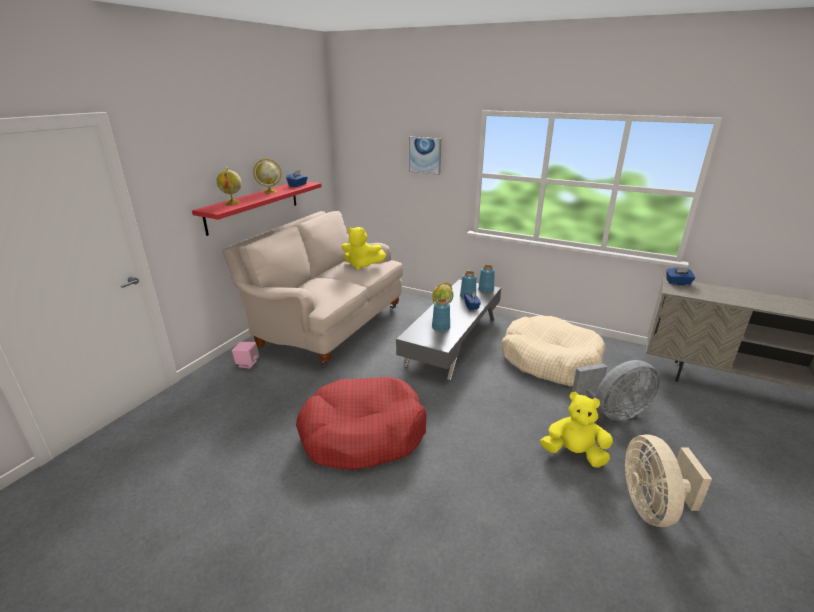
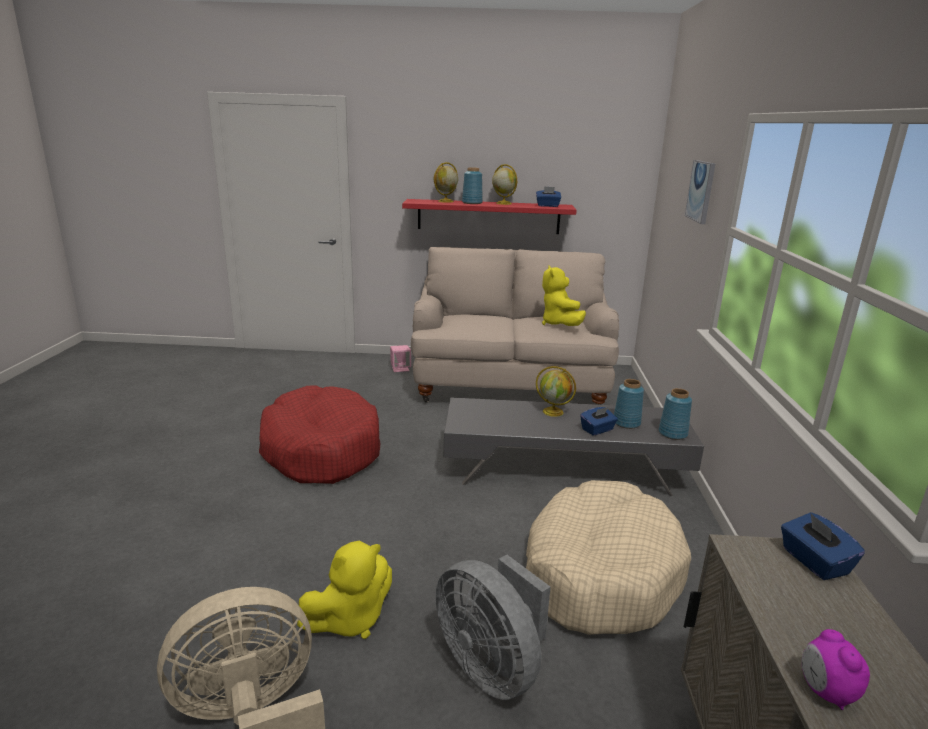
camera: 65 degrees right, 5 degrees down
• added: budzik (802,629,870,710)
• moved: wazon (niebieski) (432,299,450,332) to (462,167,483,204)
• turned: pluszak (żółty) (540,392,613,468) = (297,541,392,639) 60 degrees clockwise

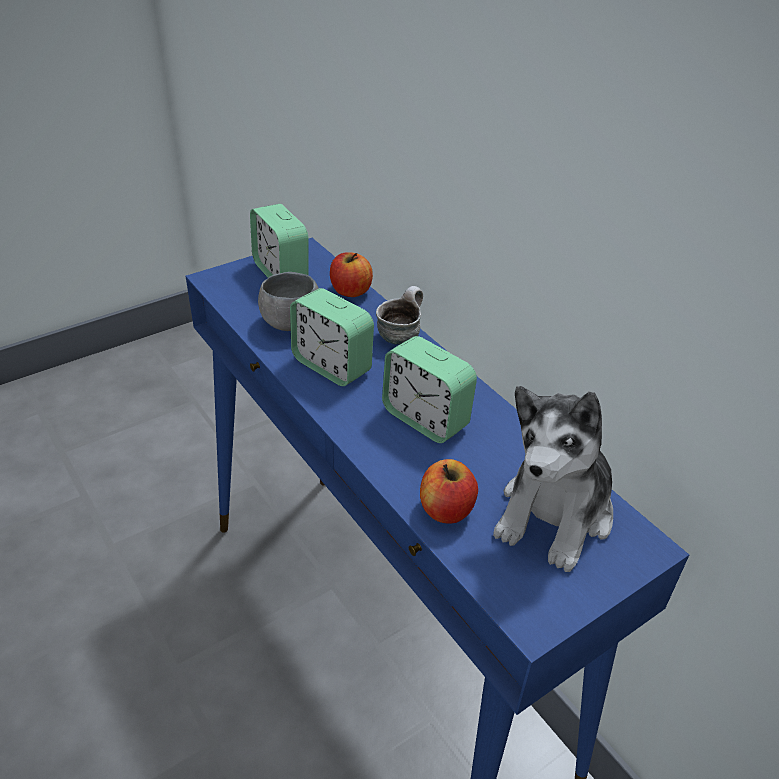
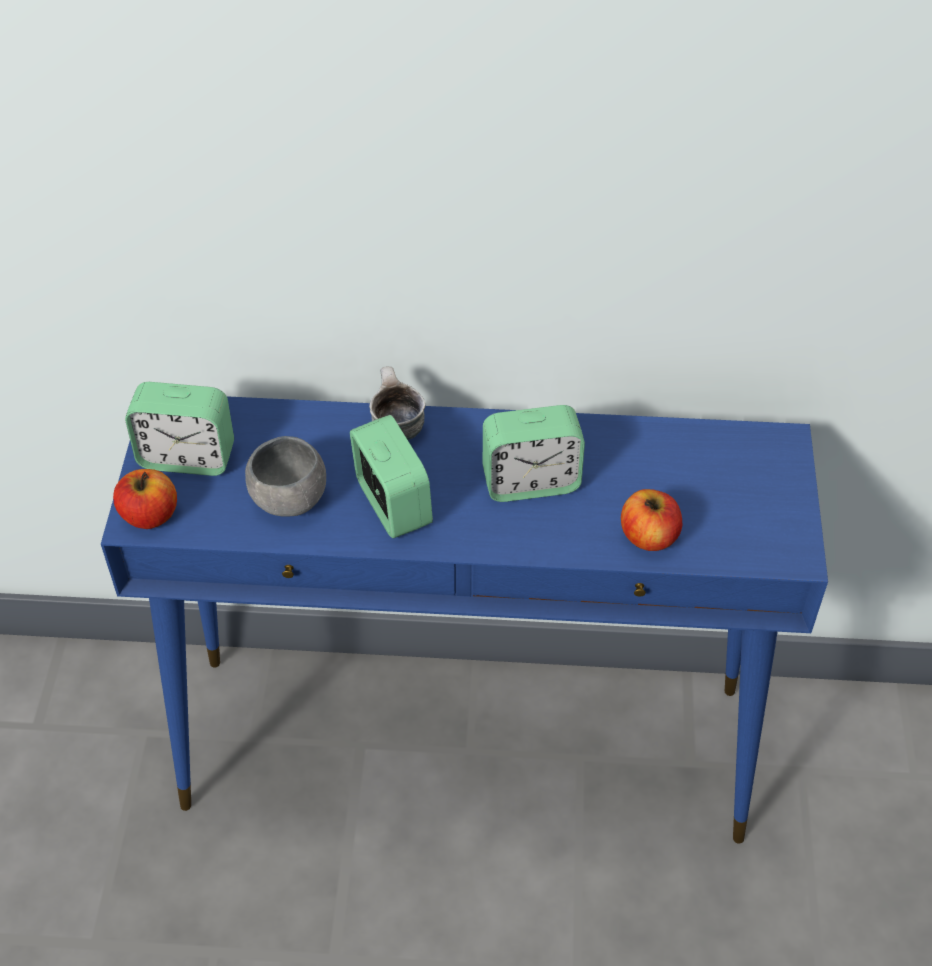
camera: 50 degrees left, 10 degrees up
• removed: pluszak (493,386,613,572)
• moved: jabłko (330,252,373,297) to (113,469,177,529)
• turned: budzik (290,288,374,386) = (350,415,433,538) 105 degrees counterclockwise

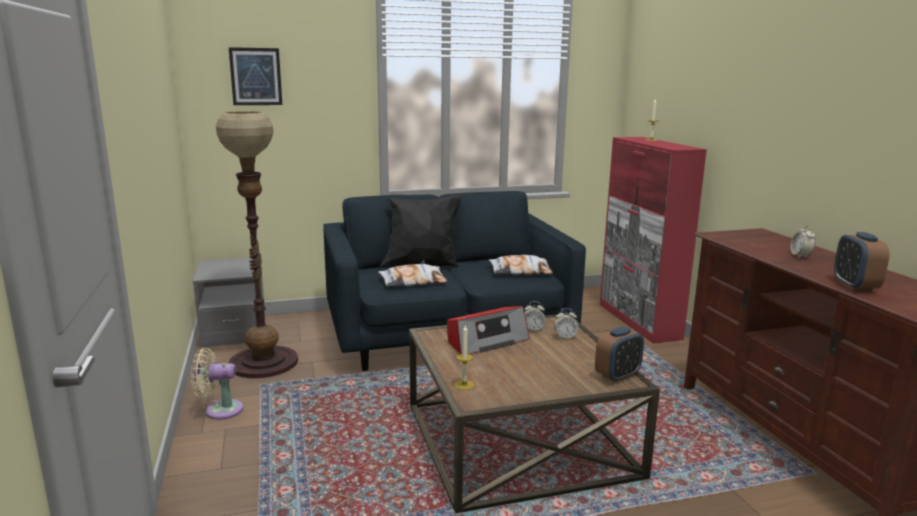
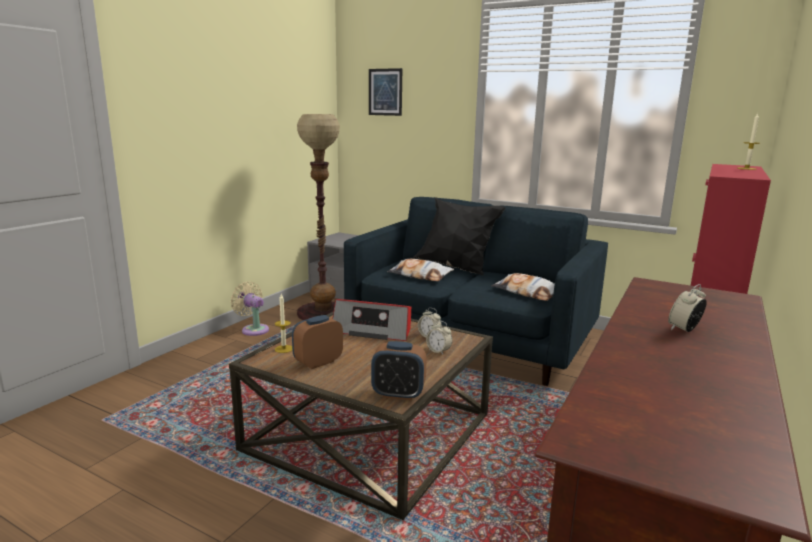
camera: 45 degrees right, 0 degrees up
• moved: budzik (834,232,889,291) to (292,315,343,369)

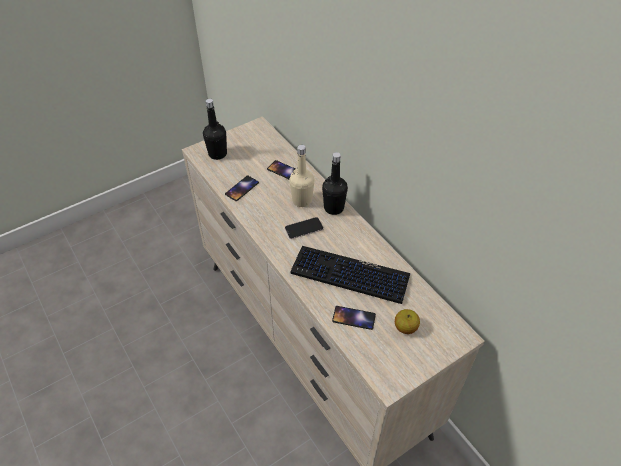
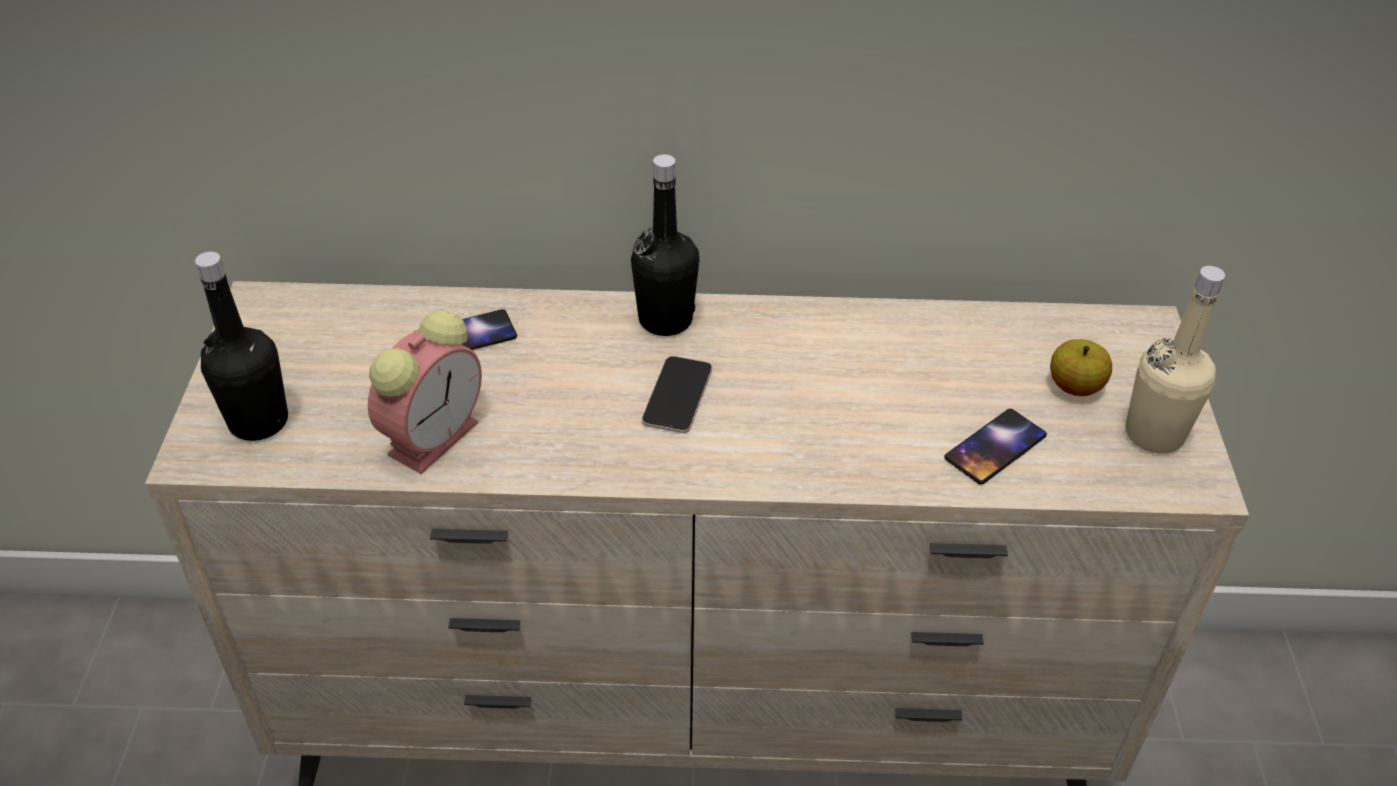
camera: 55 degrees left, 5 degrees down
• removed: klawiatura (291,246,411,304)
• moved: butelka (beżowy) (289,145,315,207) to (1125,266,1225,454)
• replaced: telefon (225,175,259,201) to budzik (368,310,482,474)

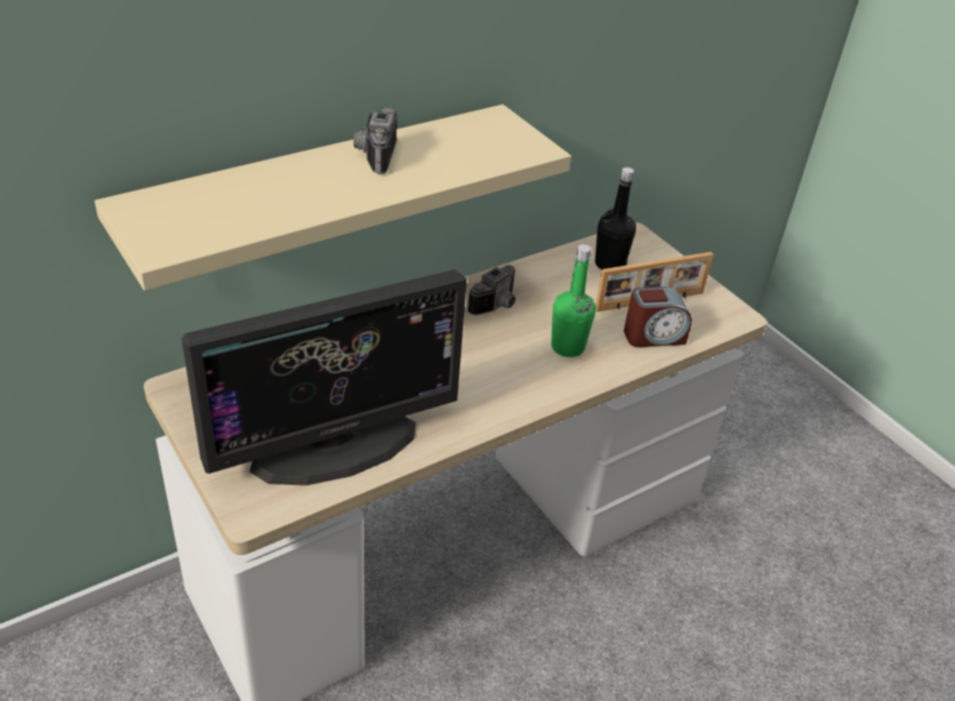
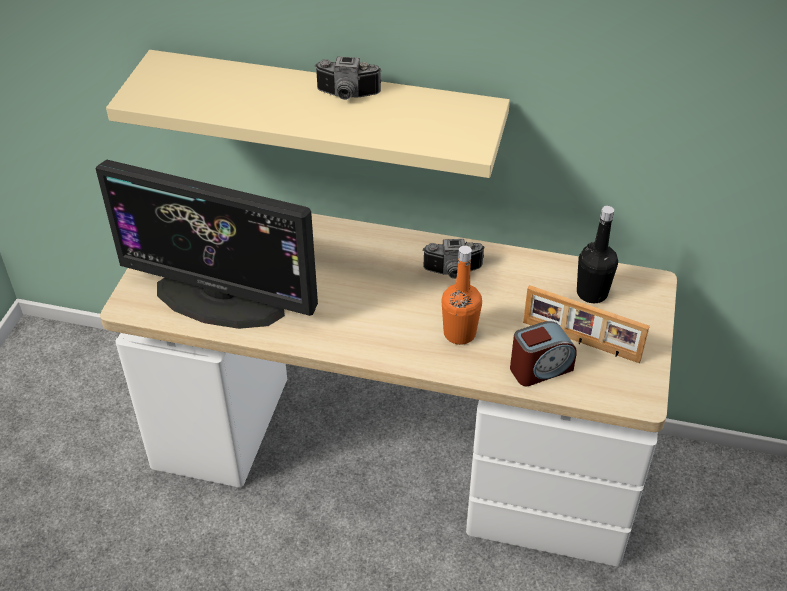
camera: 50 degrees right, 5 degrees up
• recoloured: butelka (zielony) (551,244,596,357) to butelka (pomarańczowy) (441,246,482,345)
• turned: aparat fotograficzny (354,108,397,175) = (314,56,382,100) 135 degrees counterclockwise
• turned: budzik (624,287,692,347) = (510,321,577,386) 60 degrees counterclockwise

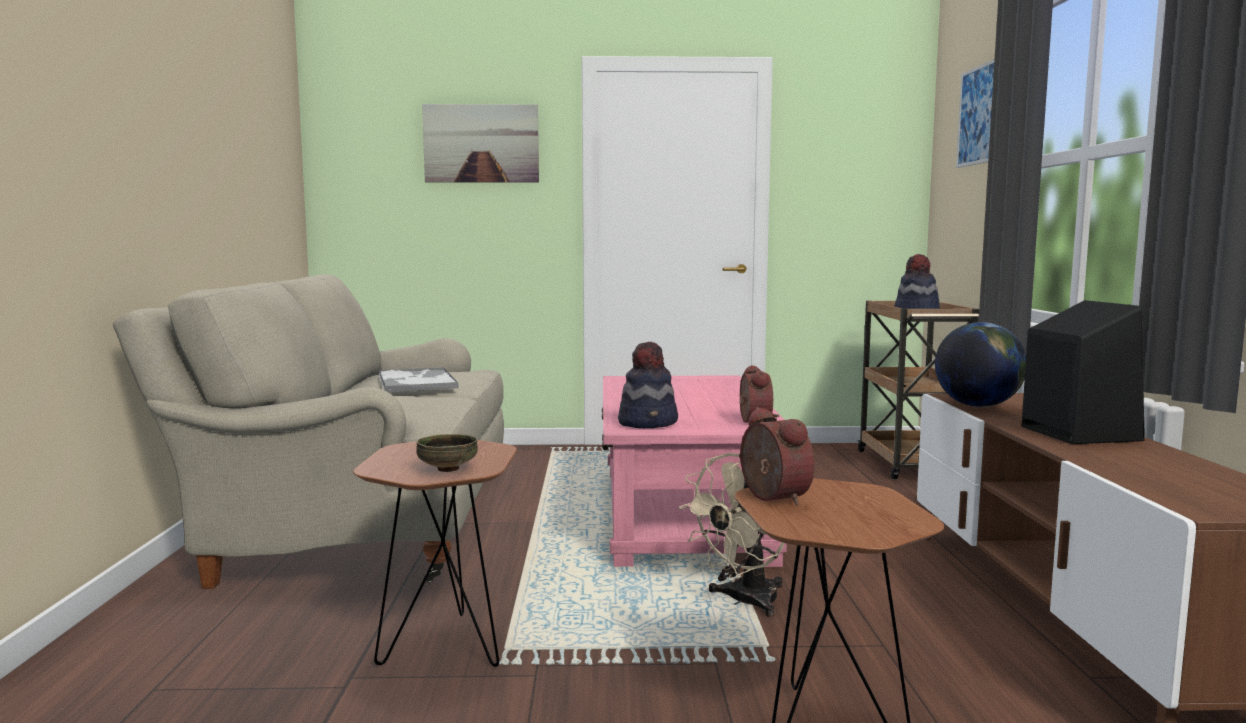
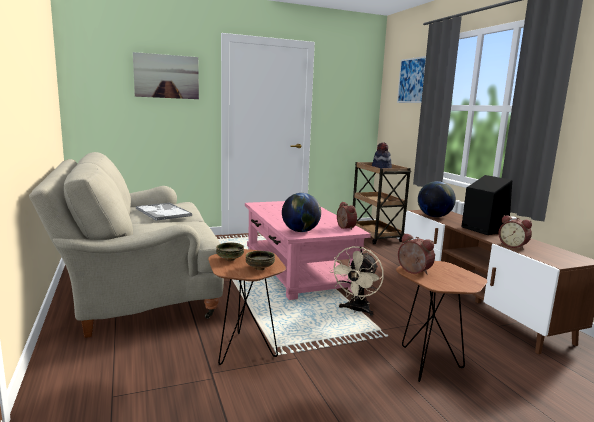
camera: 20 degrees left, 5 degrees up
• added: miska (216,242,244,261)
• added: budzik (498,215,532,250)
• replaced: kapelusz (618,342,678,428) to globus (282,193,321,232)

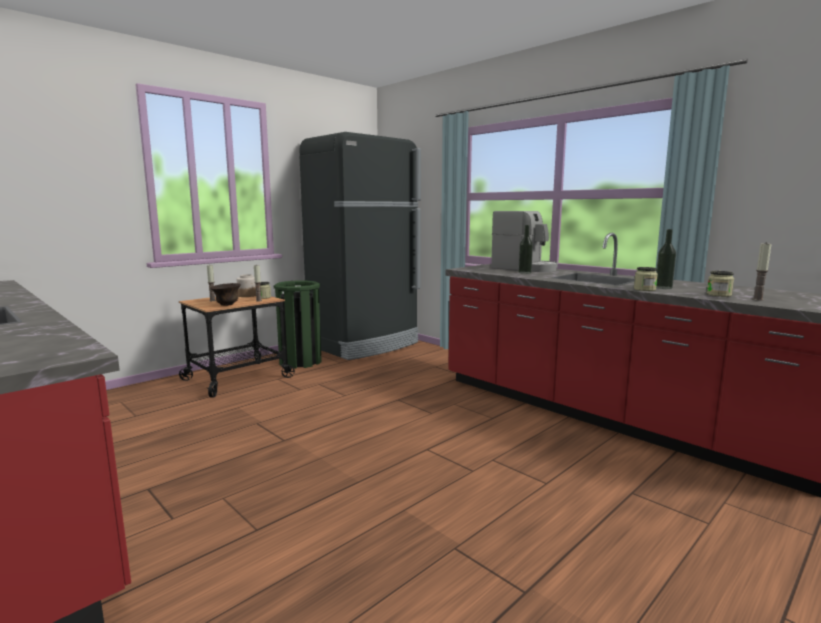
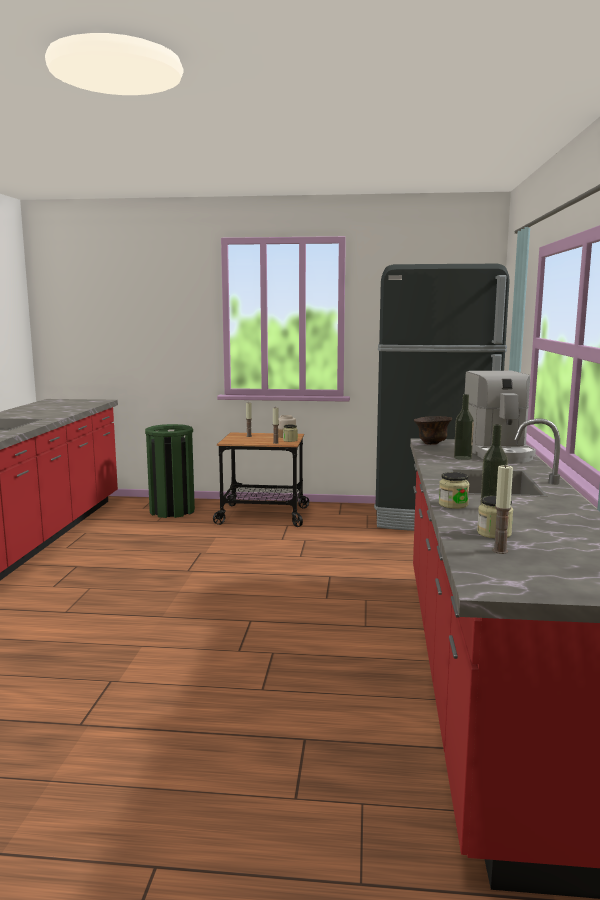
camera: 50 degrees right, 0 degrees up
• moved: miska (brązowy) (210,283,241,306) to (414,416,452,445)
• moved: kosz na śmieci (zielony) (274,280,322,369) to (145,424,195,518)

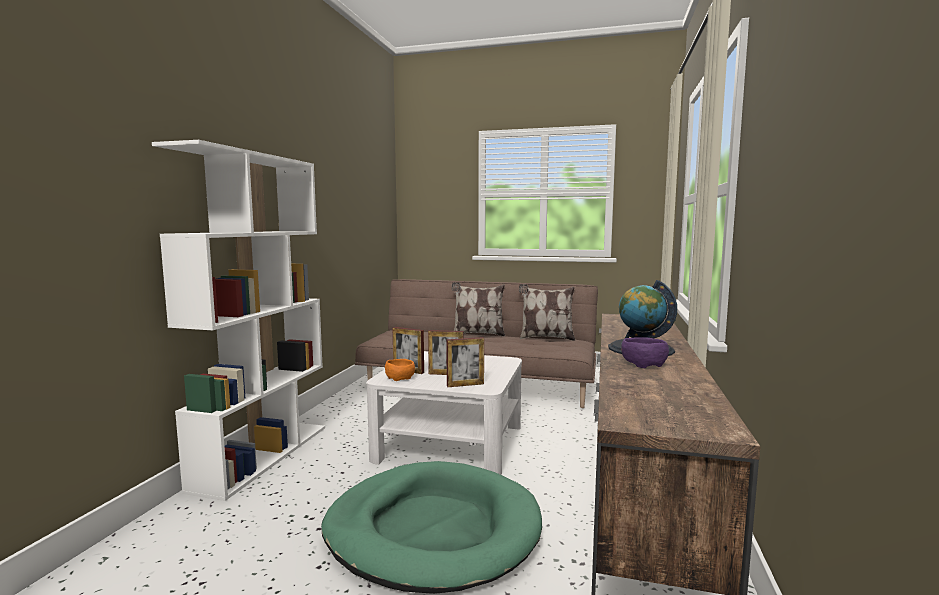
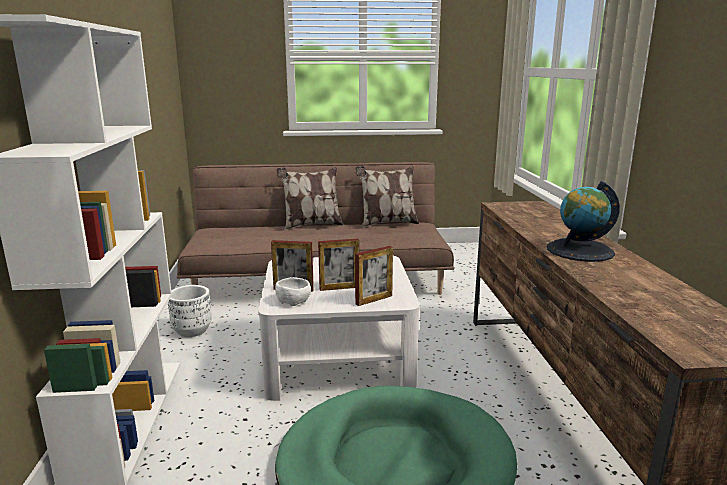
camera: 20 degrees left, 10 degrees up
• removed: miska (fioletowy) (621,337,669,368)
• added: donica (biały) (168,285,212,337)
• recoloured: miska (pomarańczowy) (385,359,415,381) to miska (biały) (275,277,311,306)

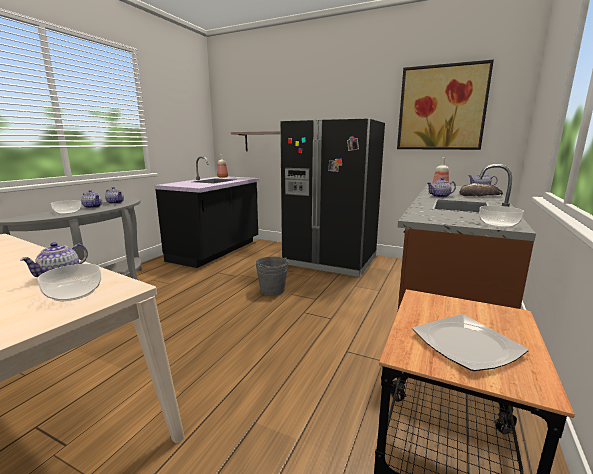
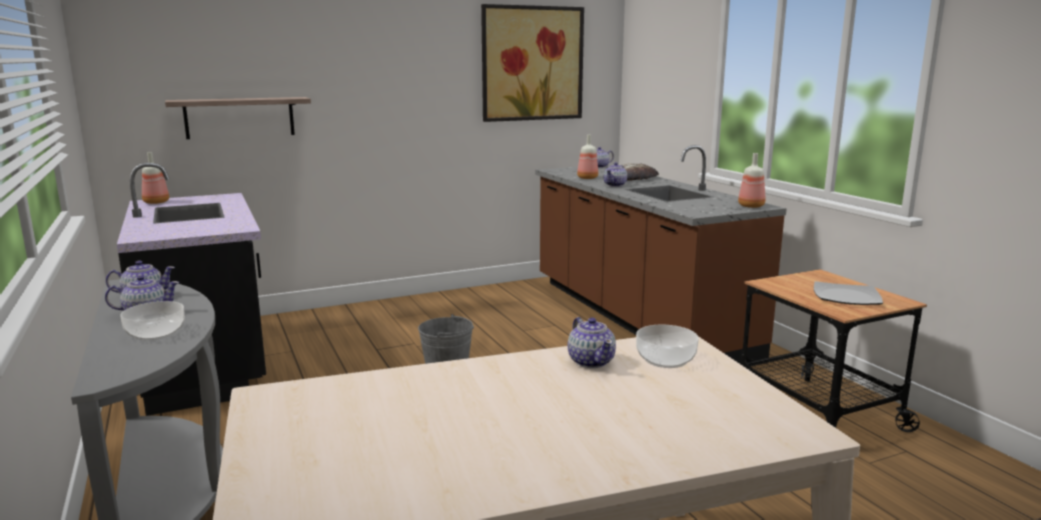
camera: 50 degrees left, 0 degrees up
• removed: lodówka (czarny) (280,118,385,277)
• replaced: miska (479,206,524,228) to butelka (738,153,765,208)

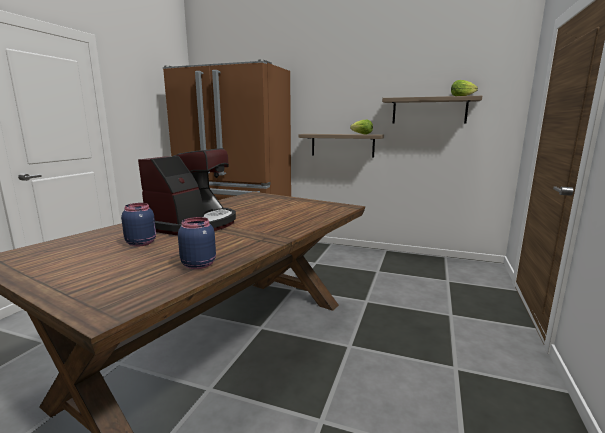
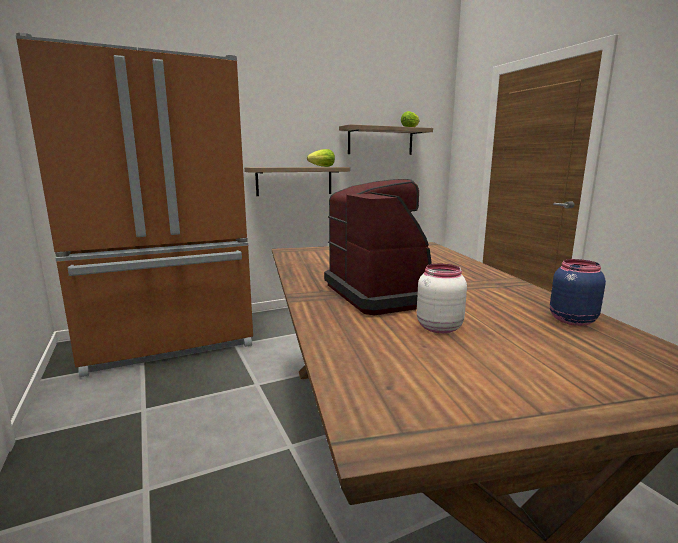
camera: 45 degrees left, 0 degrees up
• recoloured: słoik (niebieski) (121,203,156,247) to słoik (biały) (417,264,467,333)

